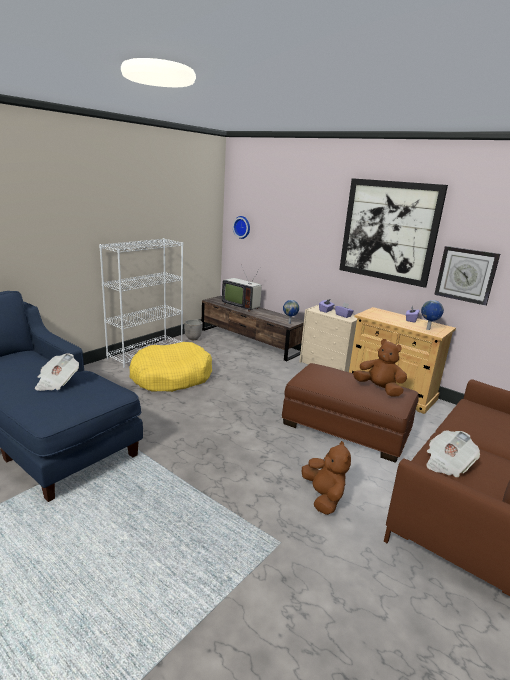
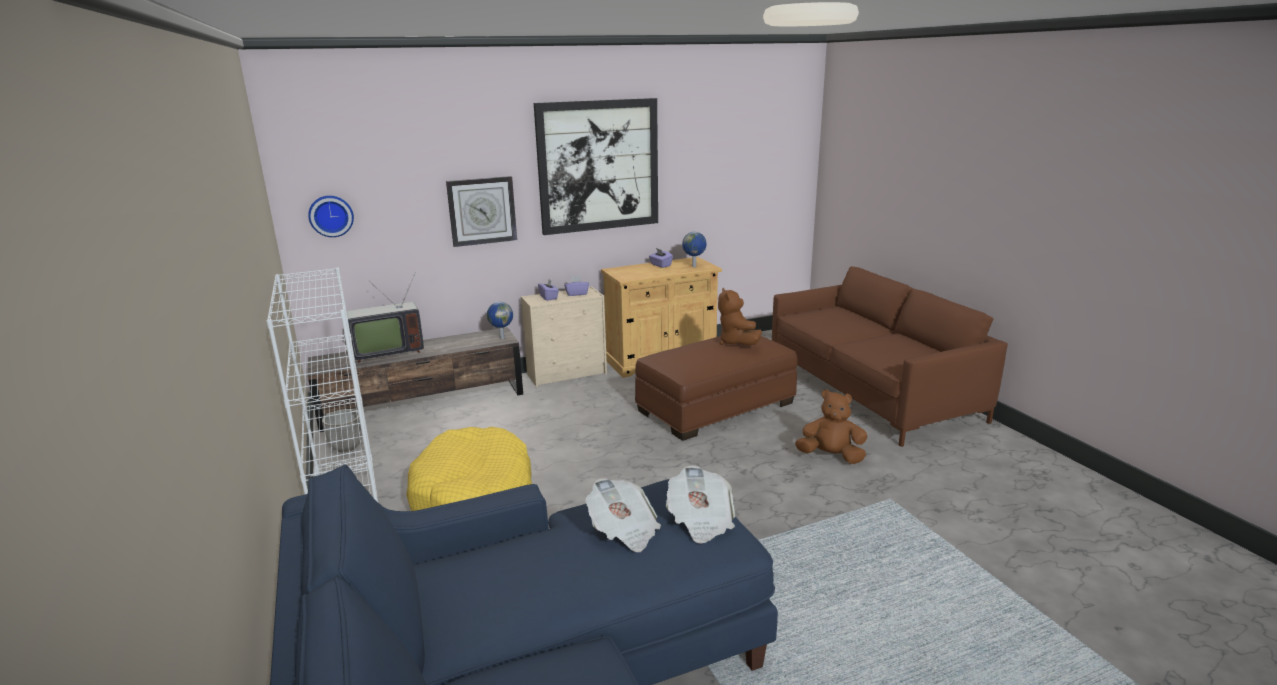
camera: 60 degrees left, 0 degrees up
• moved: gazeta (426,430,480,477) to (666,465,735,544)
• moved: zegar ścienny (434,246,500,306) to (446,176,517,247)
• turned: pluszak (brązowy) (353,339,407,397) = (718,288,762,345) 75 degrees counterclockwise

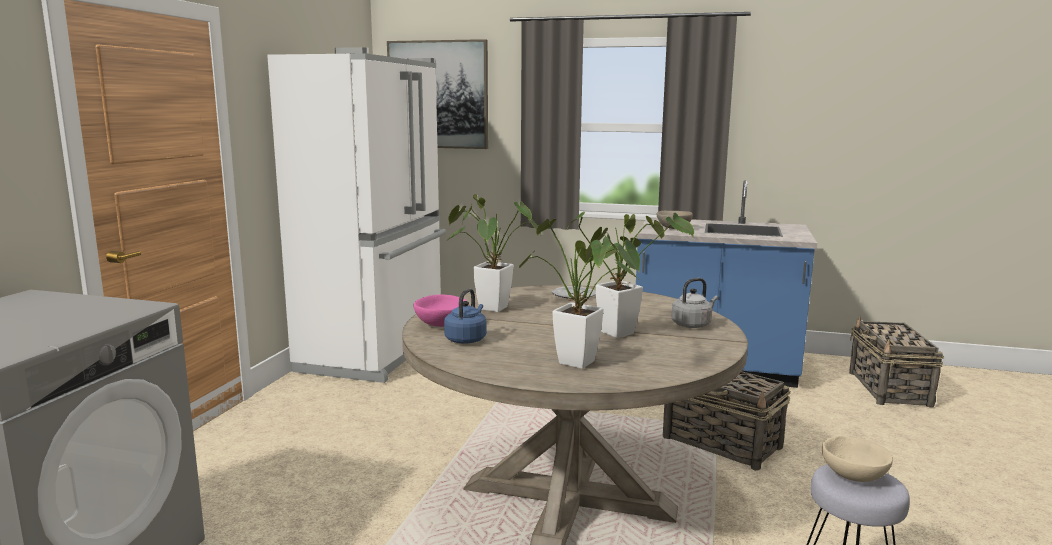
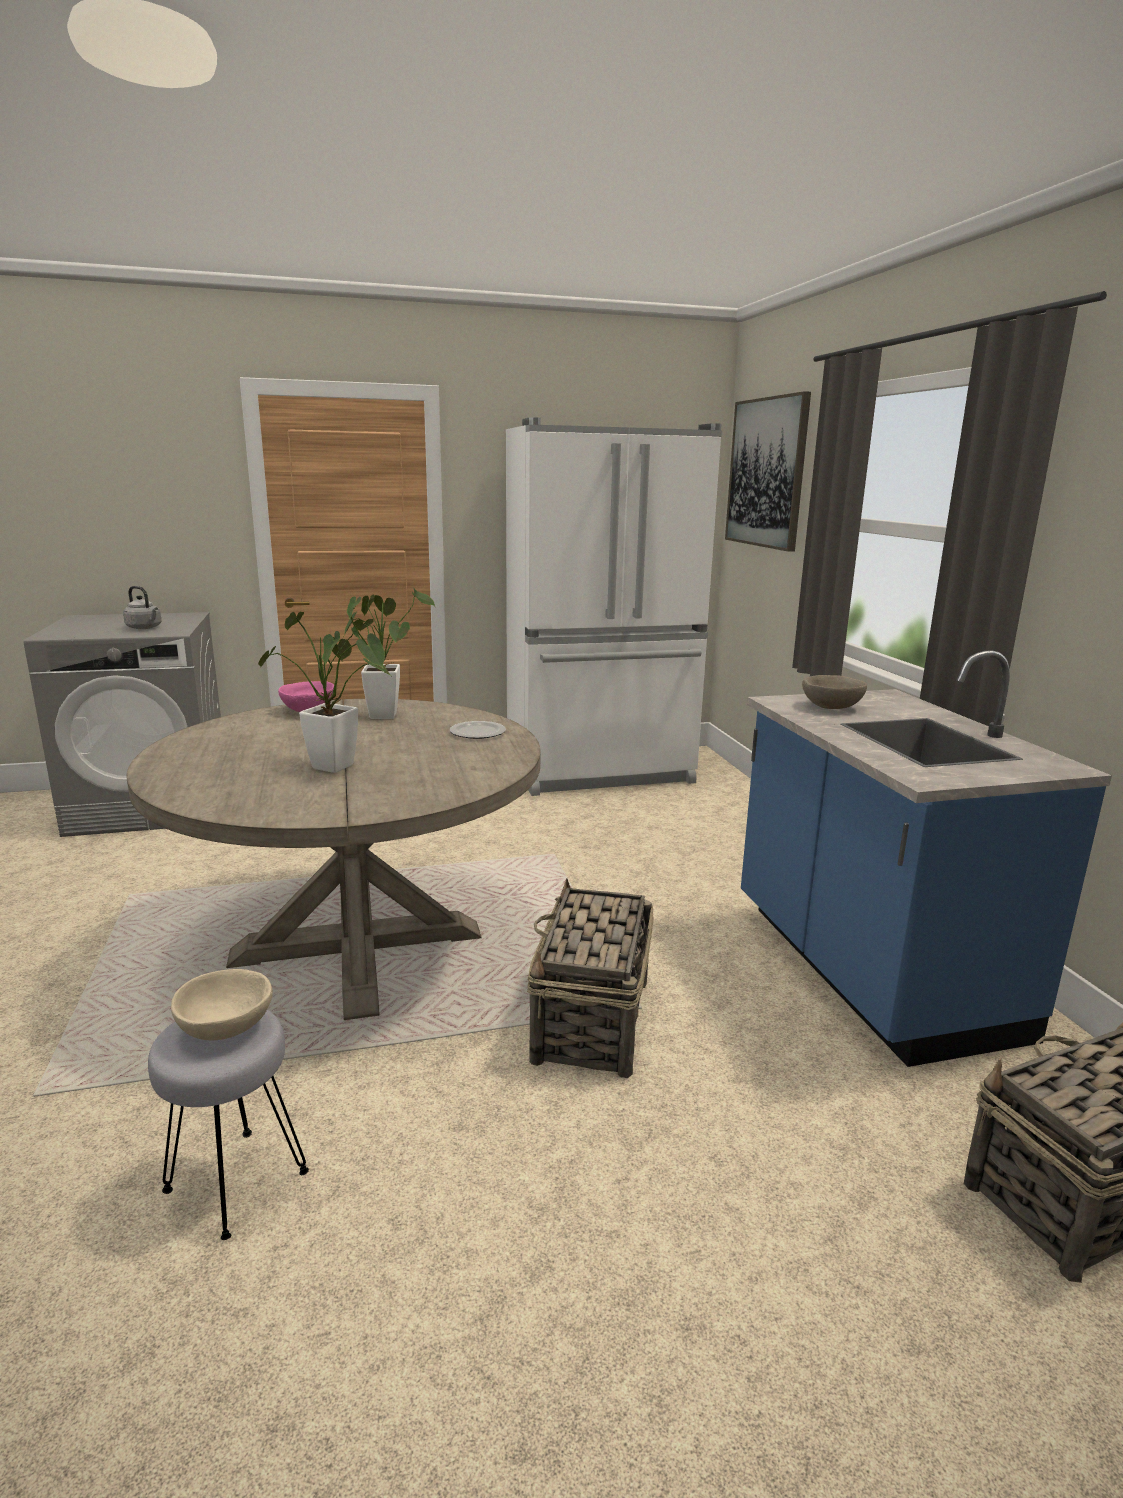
camera: 60 degrees right, 5 degrees up
• removed: czajnik (niebieski) (444,288,487,344)
• removed: roślina doniczkowa (519,219,640,369)
• moved: czajnik (szary) (672,278,718,328) to (123,586,162,629)

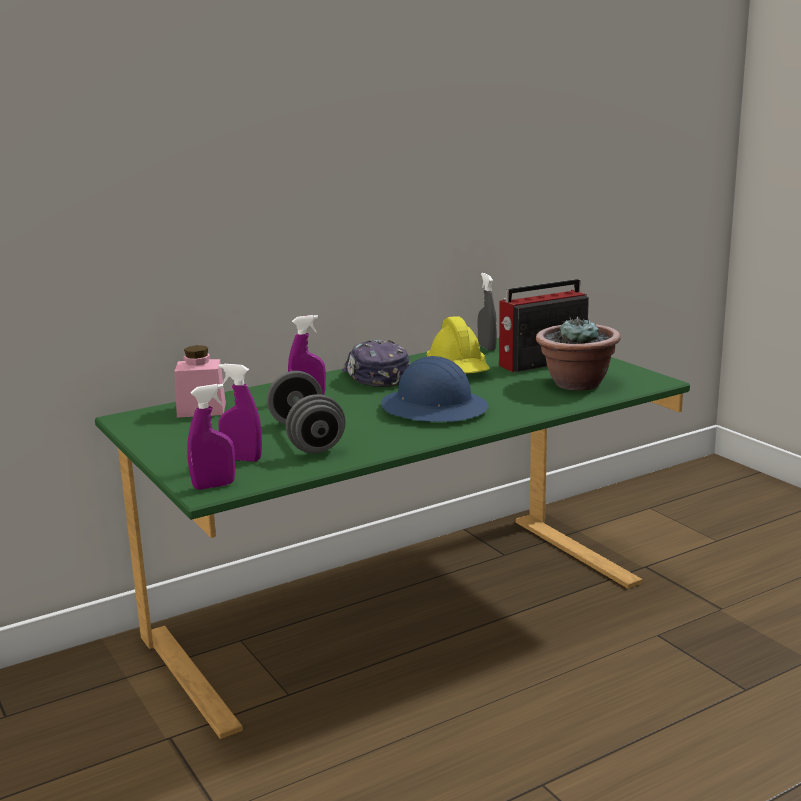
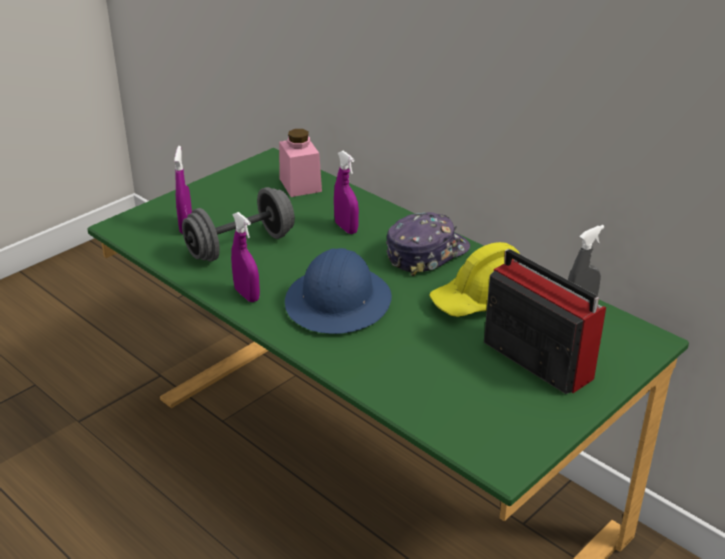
camera: 75 degrees right, 15 degrees up
• removed: roślina doniczkowa (536,317,621,391)
• moved: spryskiwacz (fioletowy) (187,384,235,490) to (231,212,260,302)

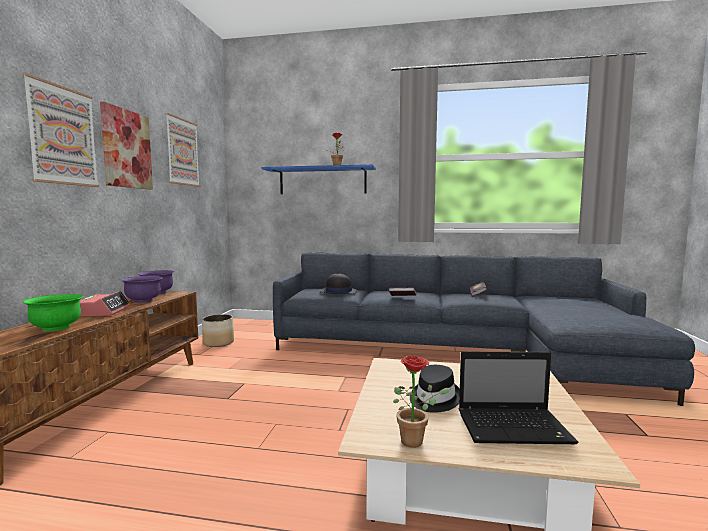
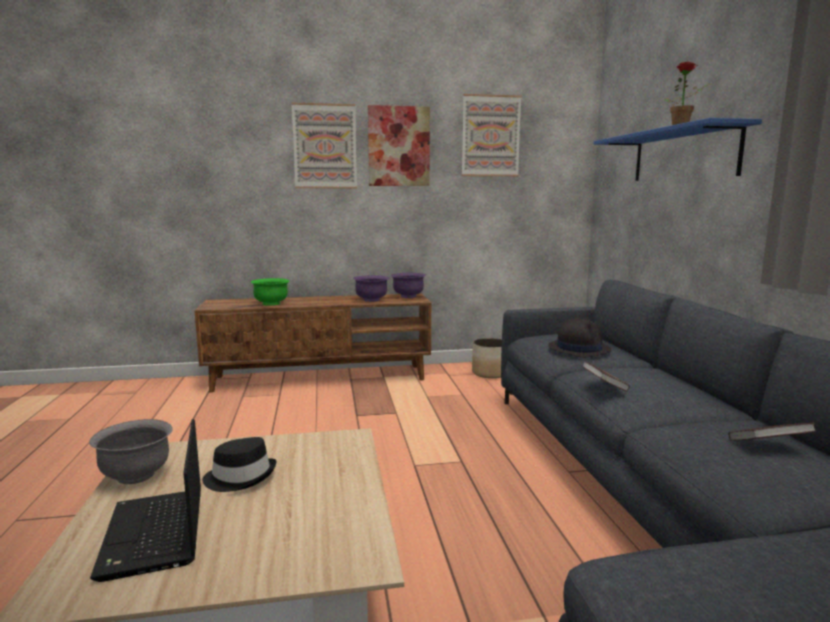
camera: 70 degrees right, 5 degrees up
• removed: budzik (80,291,131,316)
• replaced: roślina doniczkowa (393,356,451,448) to miska (szary) (89,419,173,484)

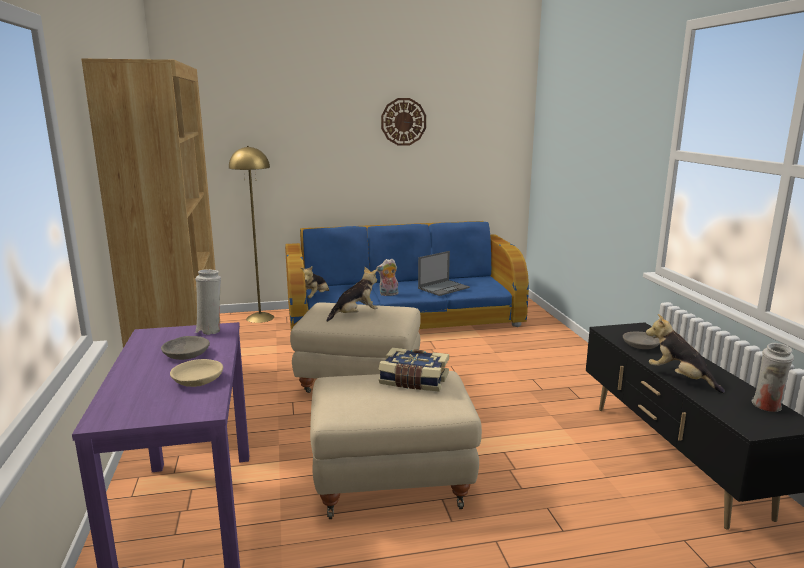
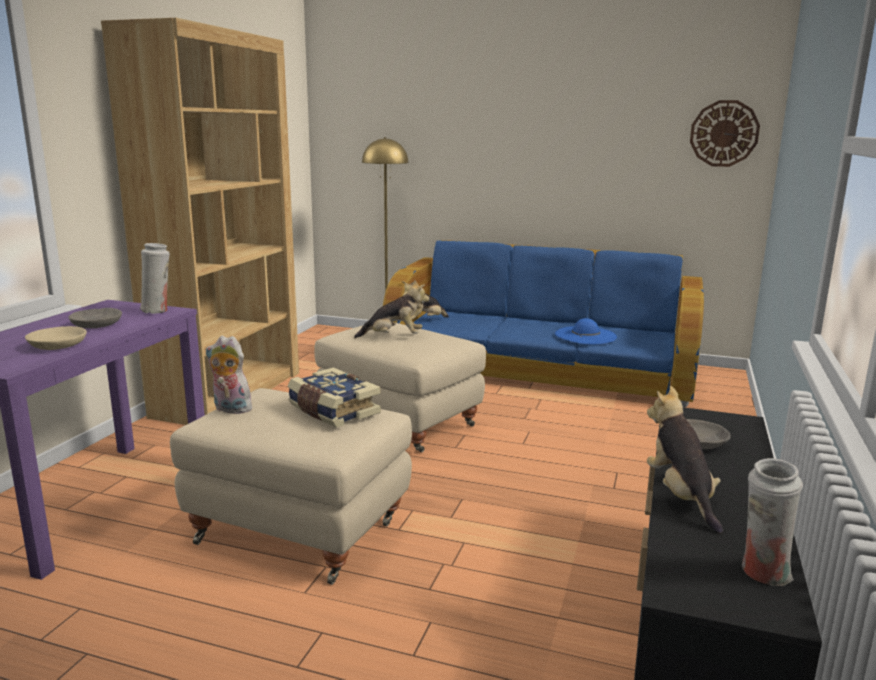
camera: 30 degrees right, 0 degrees up
• moved: pluszak (376,259,398,296) to (206,335,252,414)
• moved: zegar ścienny (381,98,426,146) to (690,100,760,167)
• replaced: laptop (418,251,470,296) to kapelusz (niebieski) (555,318,617,345)

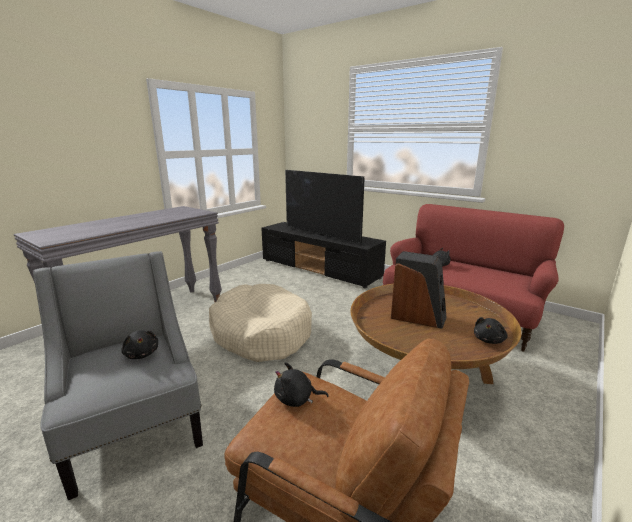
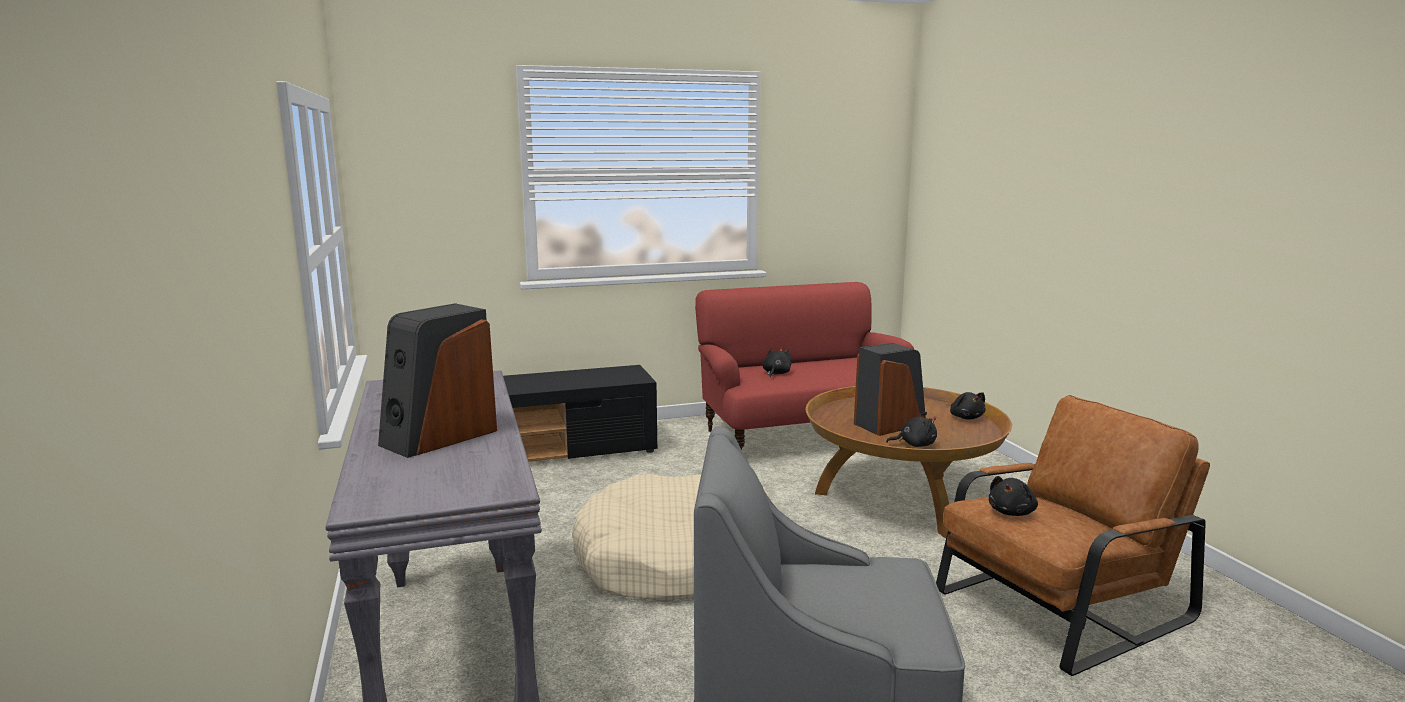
camera: 55 degrees left, 5 degrees down
• removed: telewizor (285,170,365,243)
• added: głośnik (378,303,497,458)
• moved: pluszak (czarny) (121,330,158,359) to (886,412,937,447)

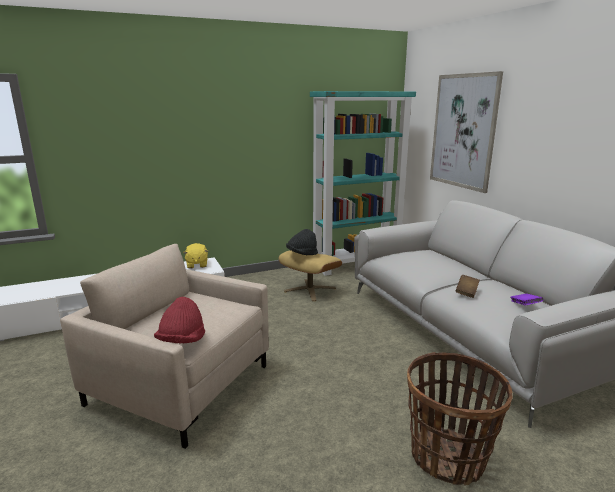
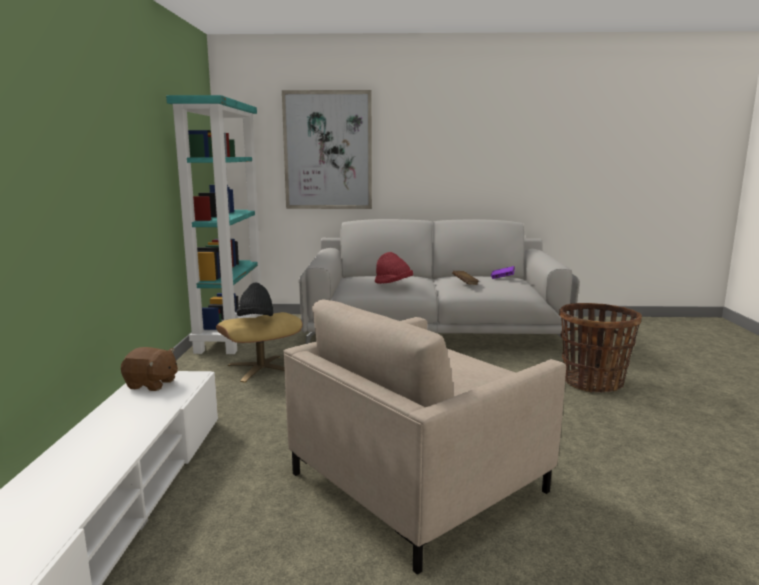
camera: 65 degrees left, 5 degrees down
• moved: kapelusz (czerwony) (154,297,205,343) to (375,252,413,284)
• recoloured: pluszak (żółty) (183,243,208,269) to pluszak (brązowy) (121,347,178,391)

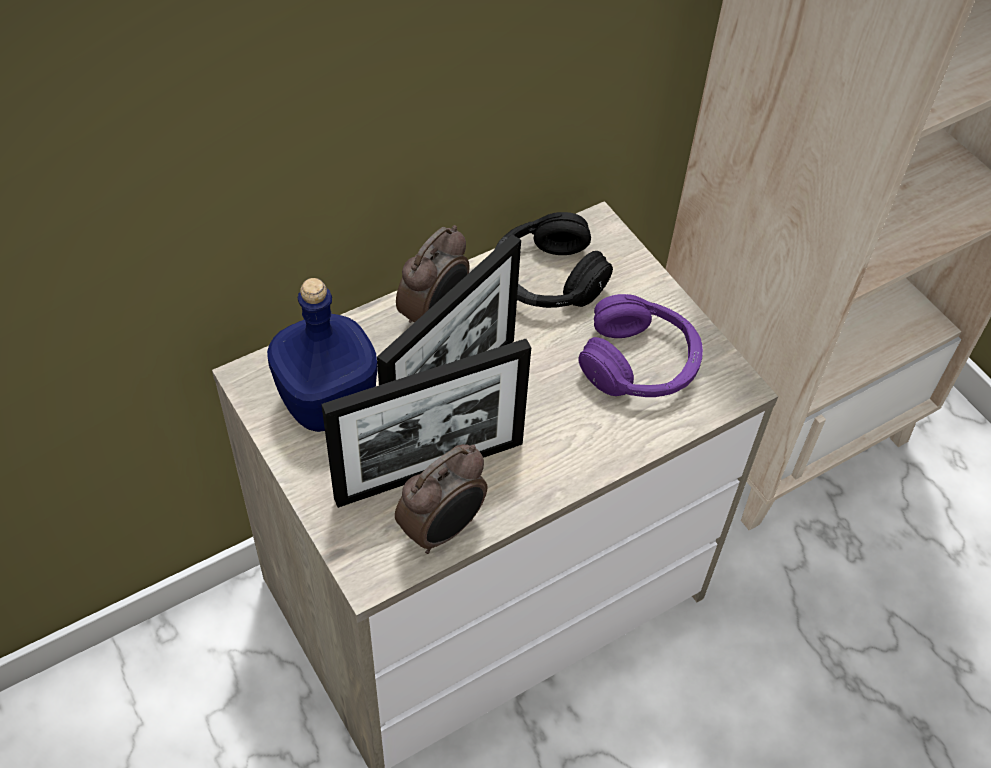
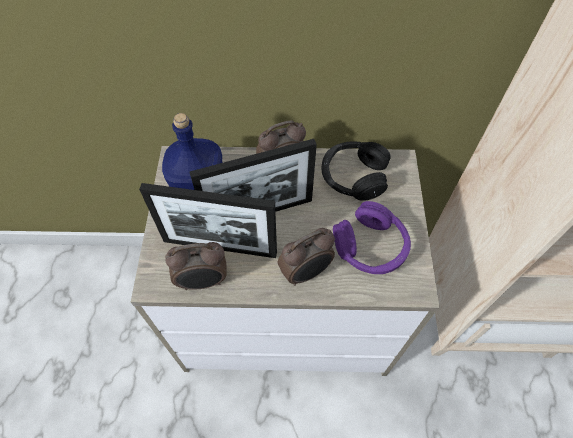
camera: 35 degrees right, 5 degrees up
• added: budzik (278,228,335,286)

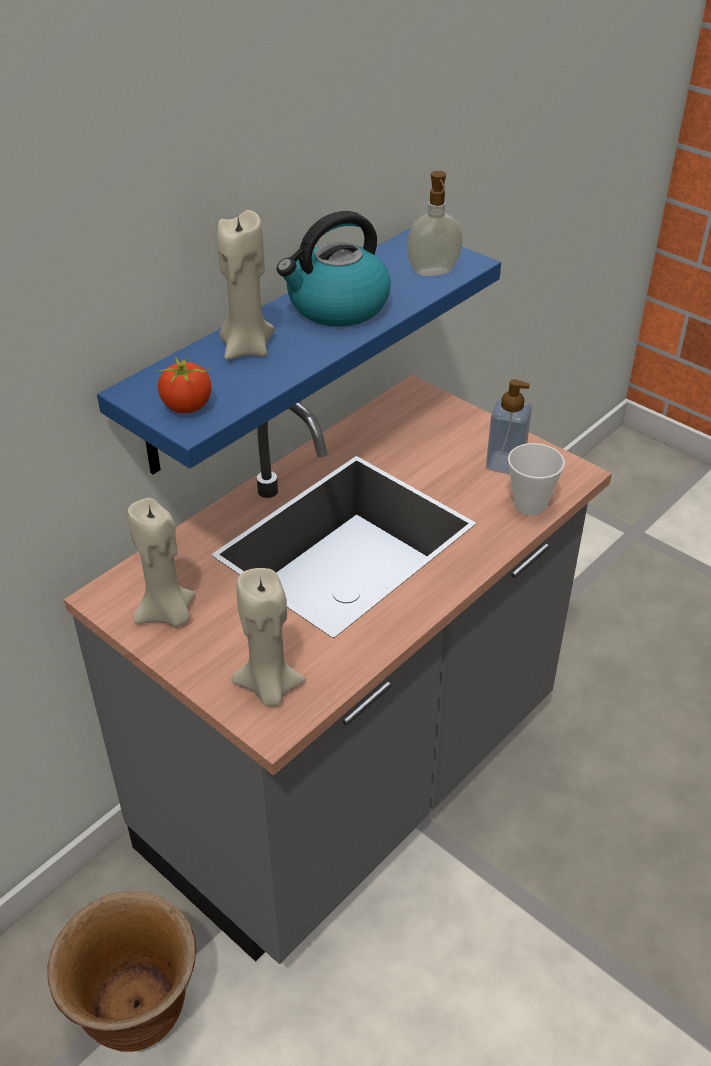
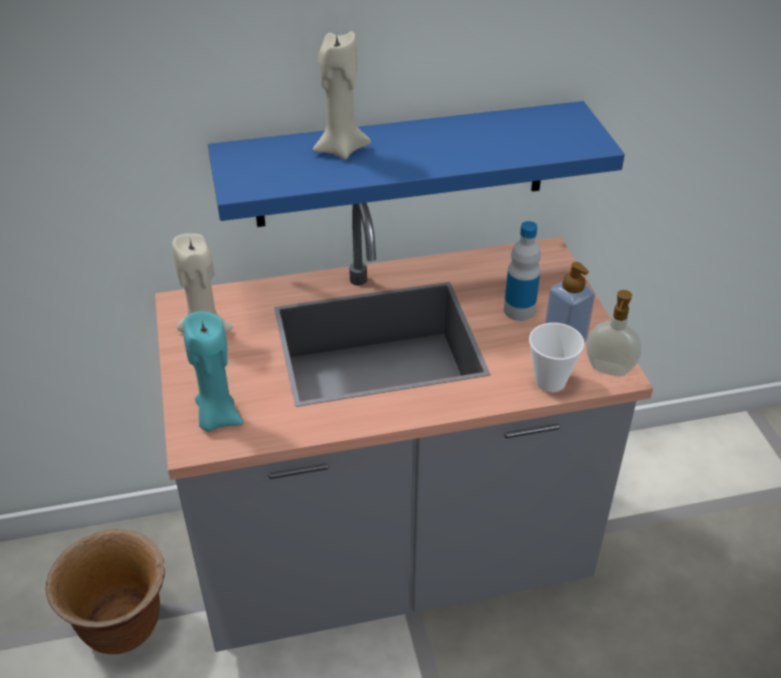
camera: 35 degrees right, 0 degrees up
• removed: pomidor (156,356,211,413)
• removed: czajnik (277,211,391,327)
• added: butelka (504,221,541,321)
• moved: dozownik mydła (407,171,463,276) to (586,290,641,376)
• recoloured: świeca (beżowy) (232,568,305,706) to świeca (turkusowy) (183,311,243,432)

